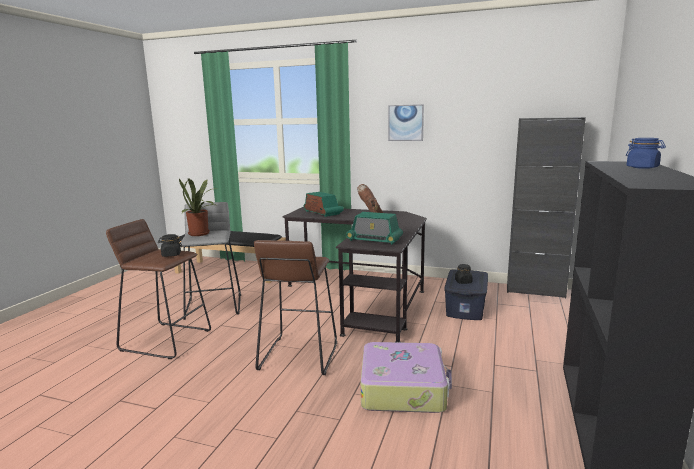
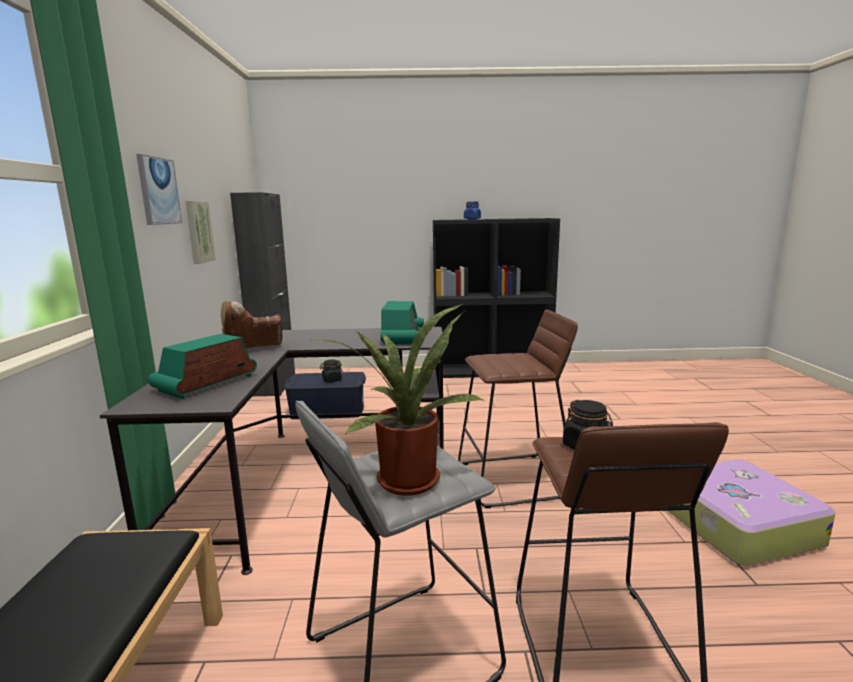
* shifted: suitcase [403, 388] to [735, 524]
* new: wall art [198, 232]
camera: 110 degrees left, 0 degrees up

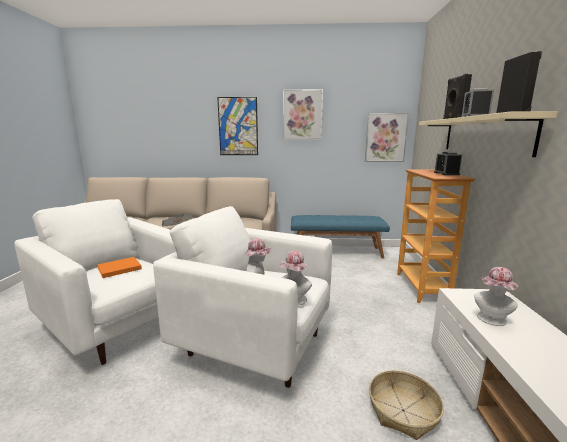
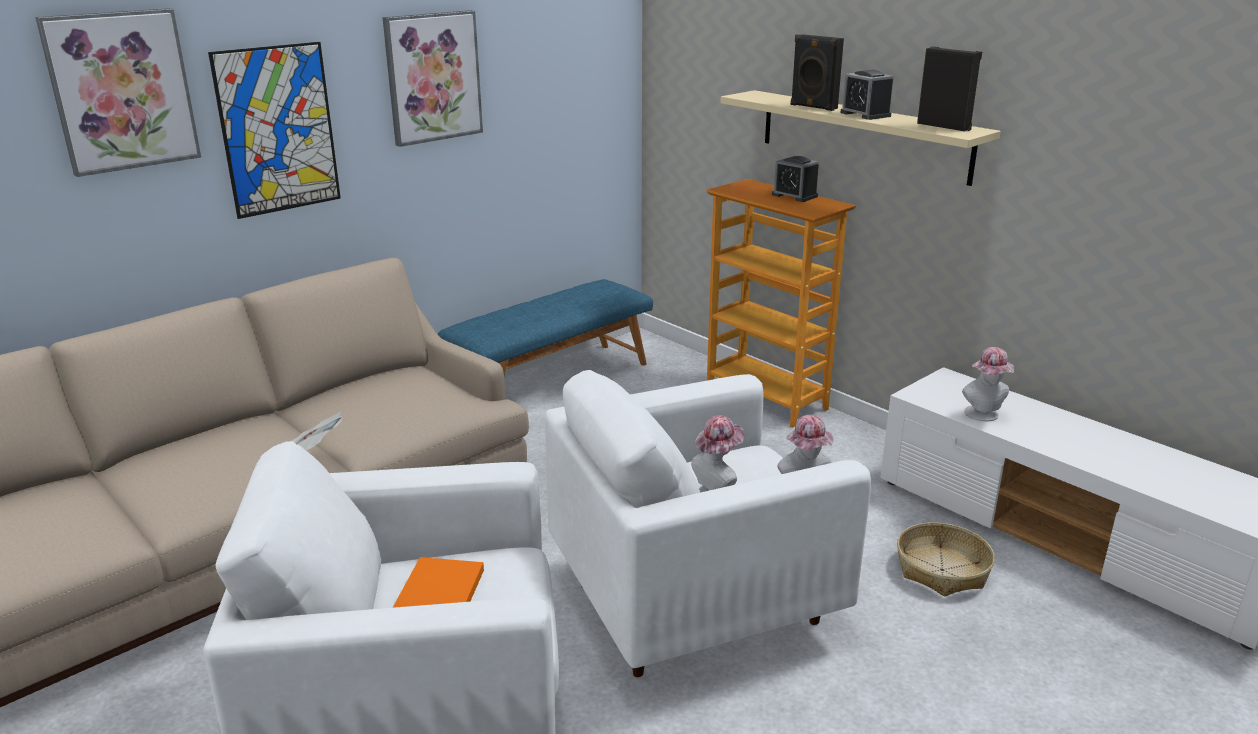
* shifted: wall art [385, 137] to [122, 91]
camera: 45 degrees left, 10 degrees up

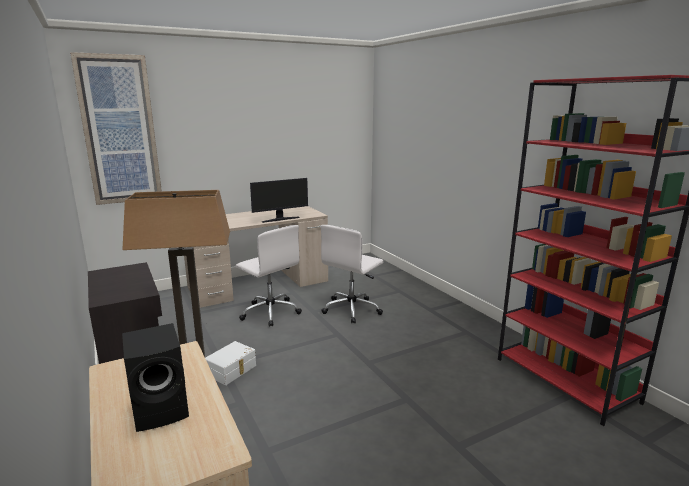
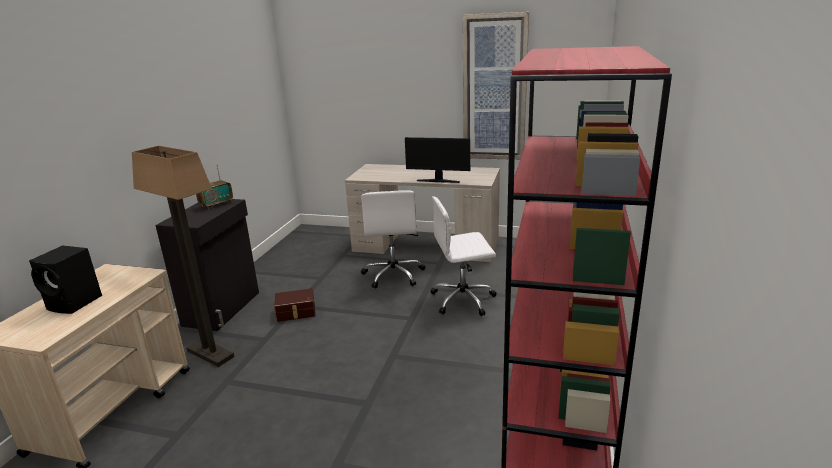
* shifted: wall art [119, 131] to [494, 89]
* repainted: storage box (white-coloured) [232, 370] to storage box (brown-coloured) [296, 312]
* new: radio receiver [216, 204]
camera: 45 degrees right, 5 degrees up

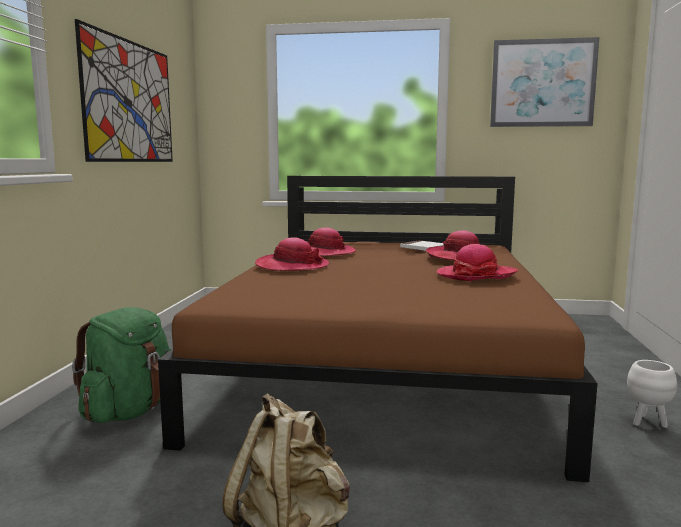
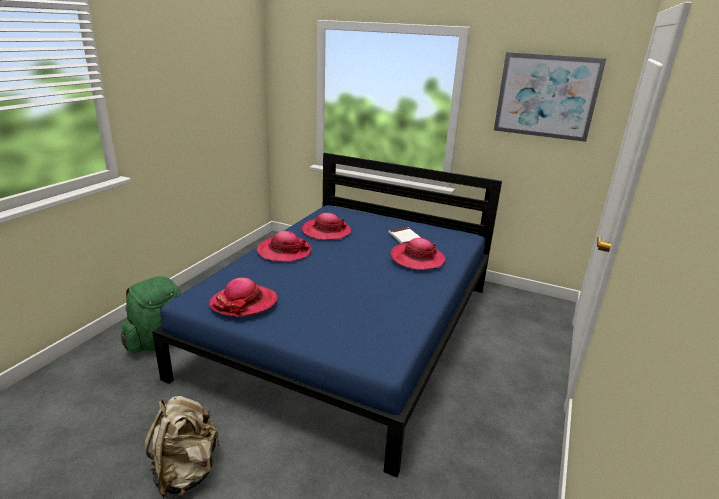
* gone: wall art [130, 102]
* repainted: sleeping bed (brown-coloured) [386, 364] to sleeping bed (blue) [349, 328]
* shifted: wearable hat [476, 275] to [244, 303]
* gone: planter (white-coloured) [648, 422]
camera: 15 degrees right, 15 degrees up

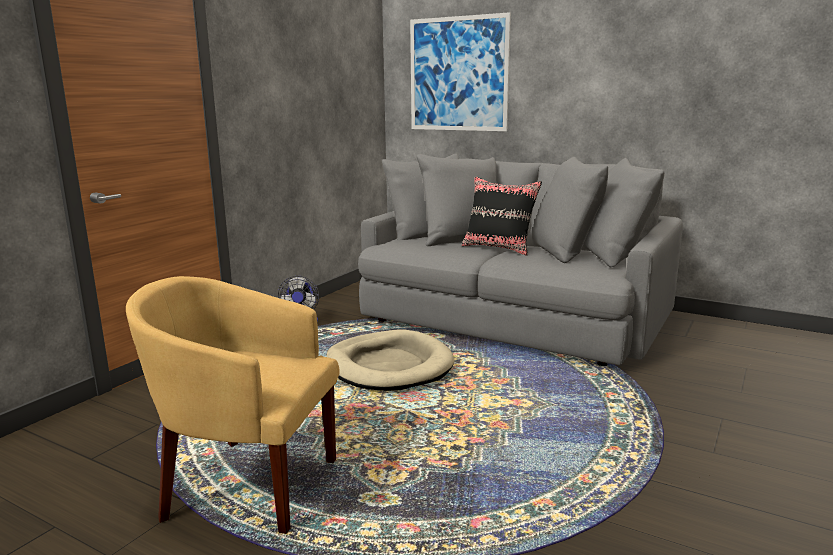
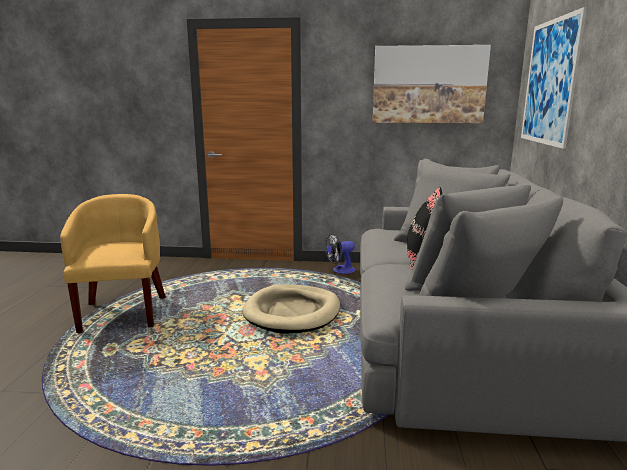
* new: wall art [429, 85]
camera: 65 degrees right, 0 degrees up

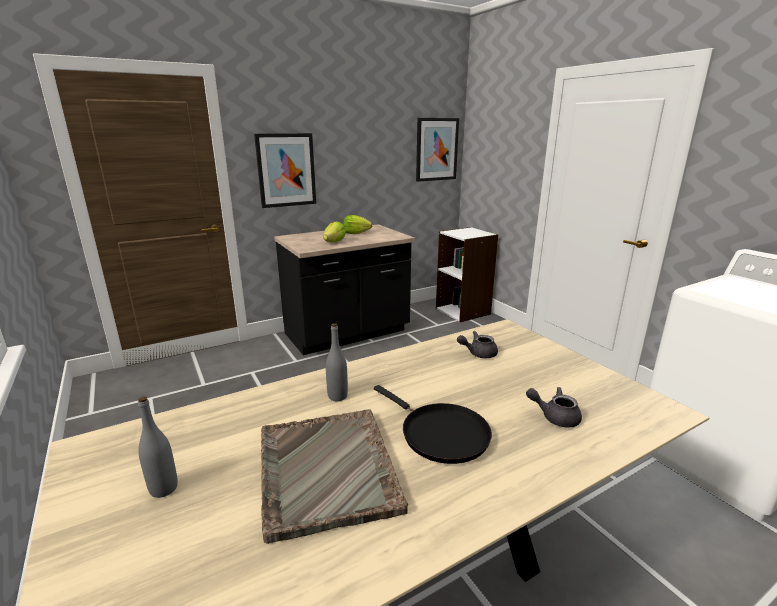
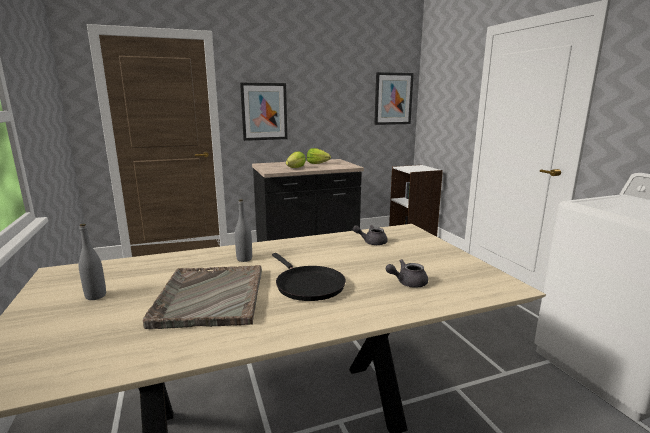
* rotated: teapot (gray) [554, 417] = [407, 283] 45 degrees counterclockwise
camera: 10 degrees right, 5 degrees down

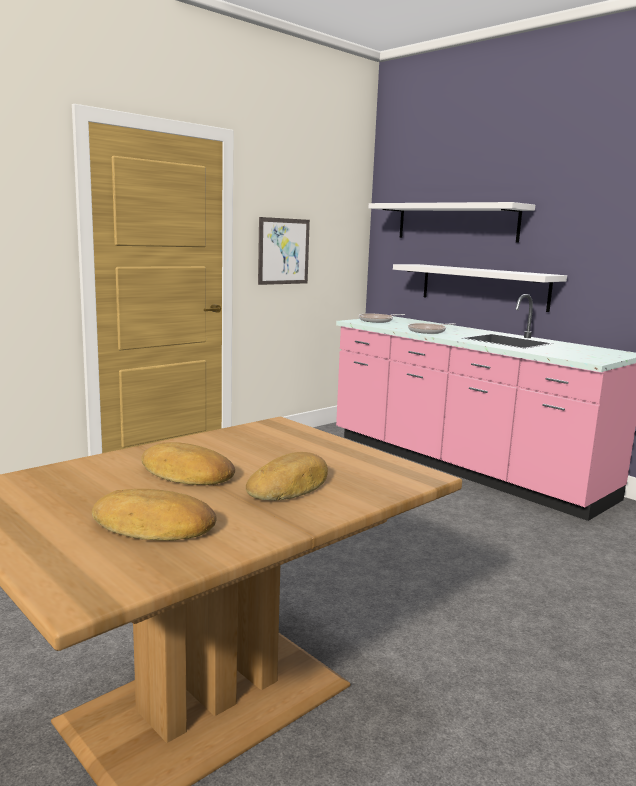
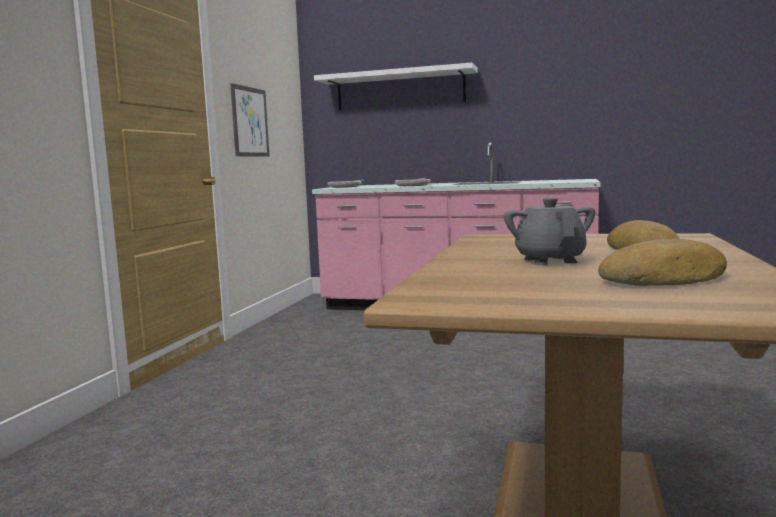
* swapped: bakery bread [186, 474] to teapot (gray) [549, 260]
* gone: wall shelf (white-coloured) [483, 286]
camera: 30 degrees left, 5 degrees down

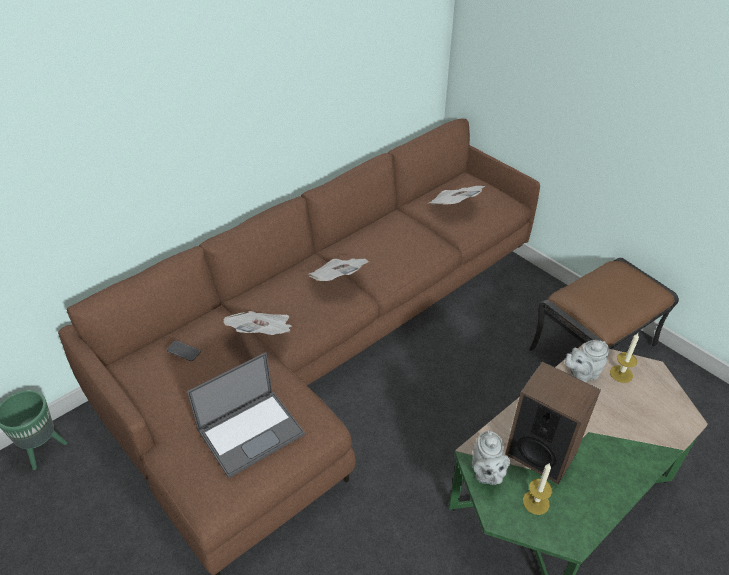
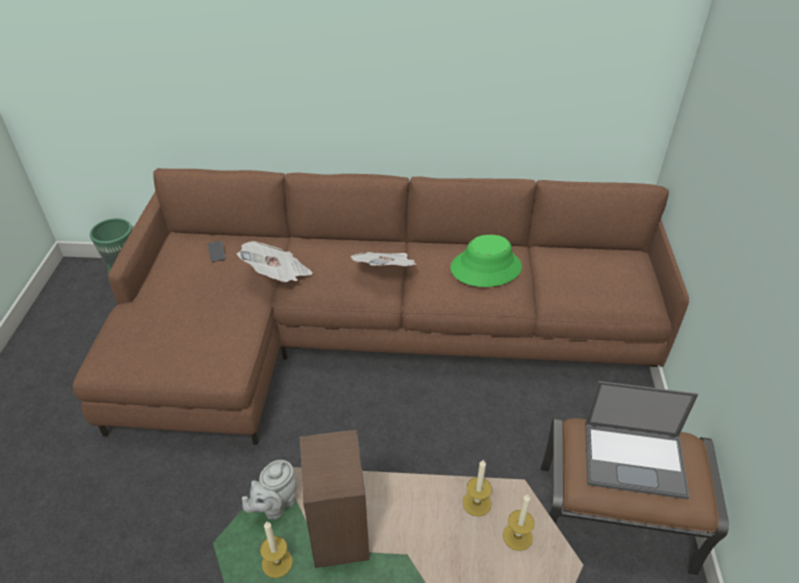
* shifted: notebook computer [252, 431] to [635, 459]
* gone: daily paper [454, 206]
* swapped: teapot (gray) [581, 374] to candle [476, 503]
* new: wearable hat (greenish) [485, 268]
camera: 45 degrees right, 0 degrees up

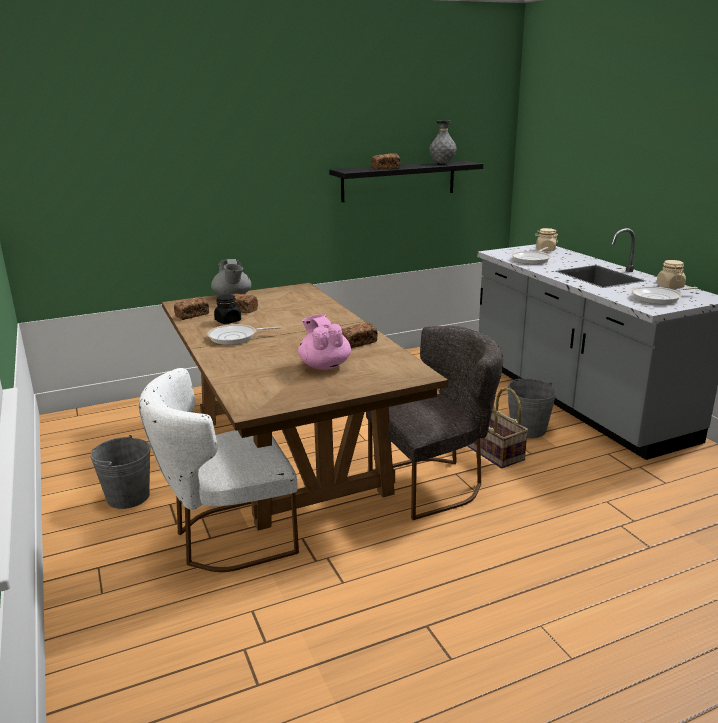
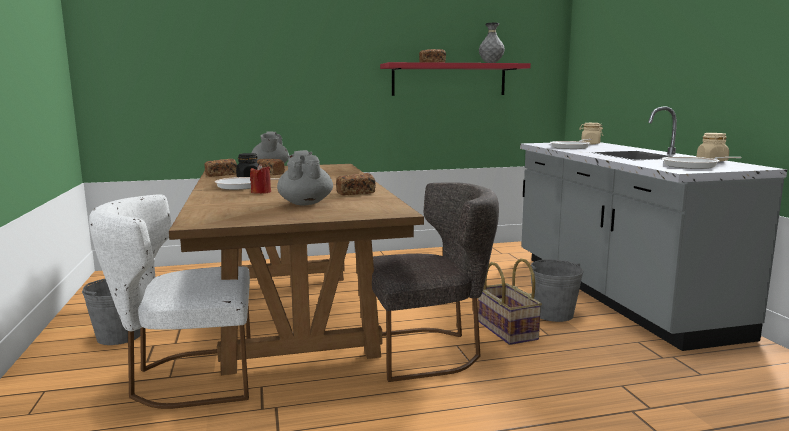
* repainted: teapot (pinkish) [324, 365] to teapot (gray) [305, 203]
* repainted: wall shelf (blackish) [398, 181] to wall shelf (reddish) [449, 80]
* new: candle (reddish) [261, 192]
camera: 10 degrees right, 10 degrees down

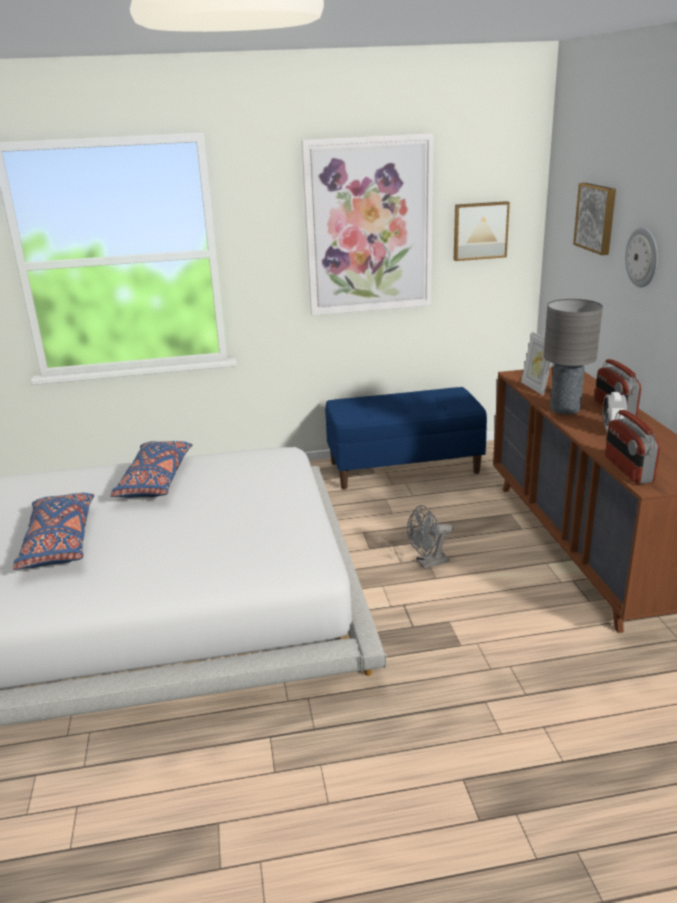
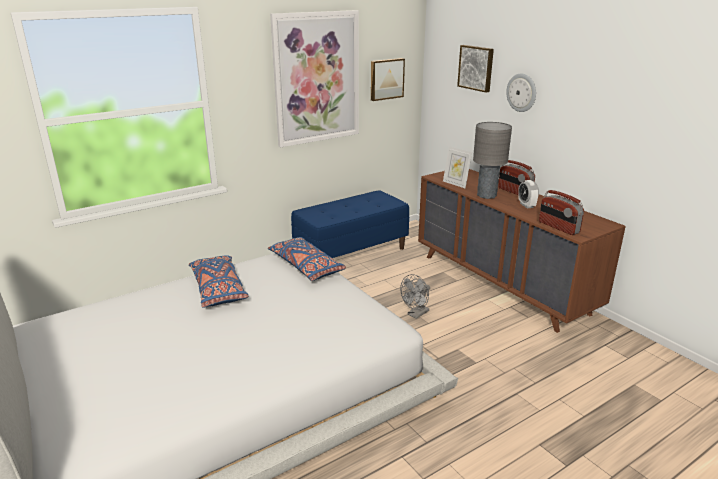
* shifted: throw pillow (blue) [59, 542] to [306, 267]
camera: 25 degrees left, 0 degrees up

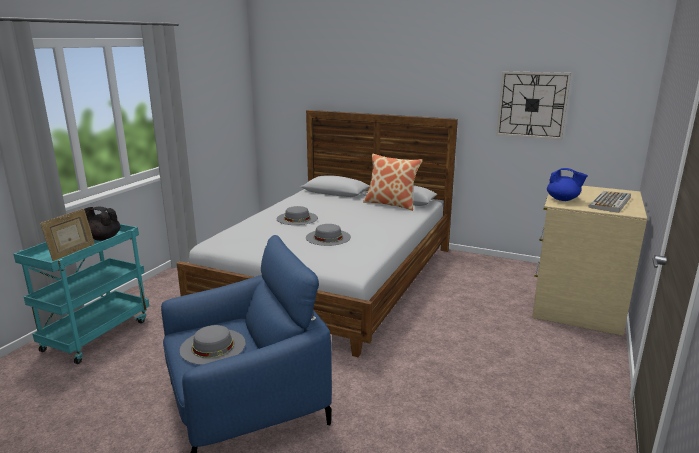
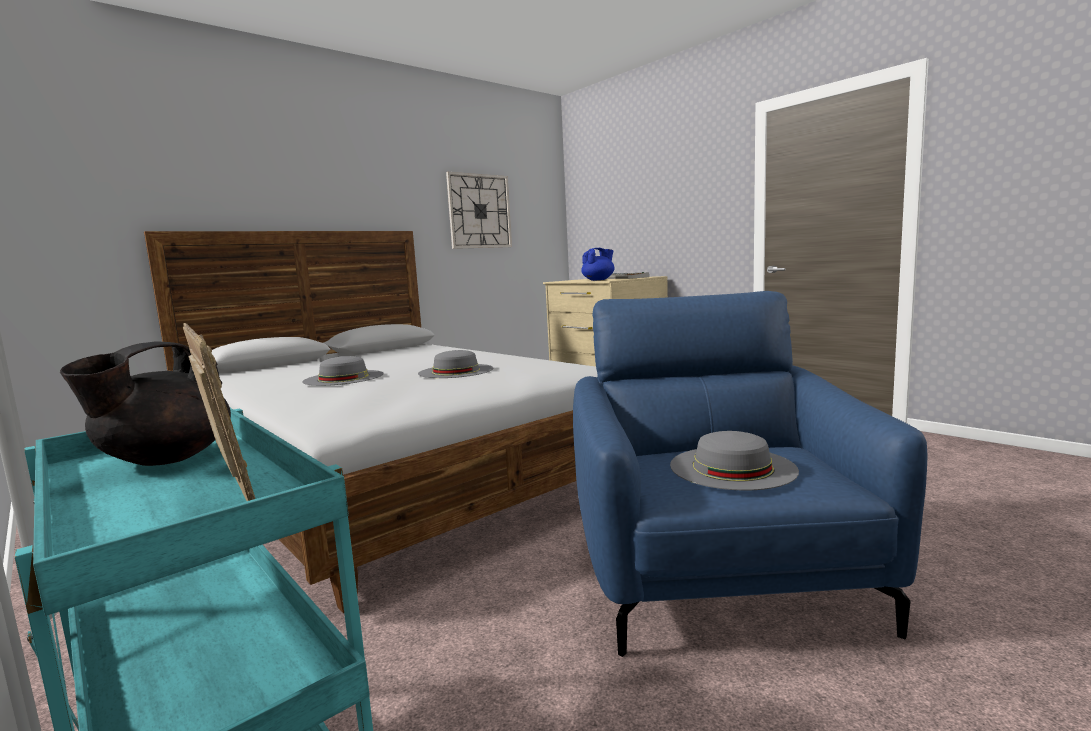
* gone: throw pillow [391, 204]
camera: 65 degrees left, 10 degrees down

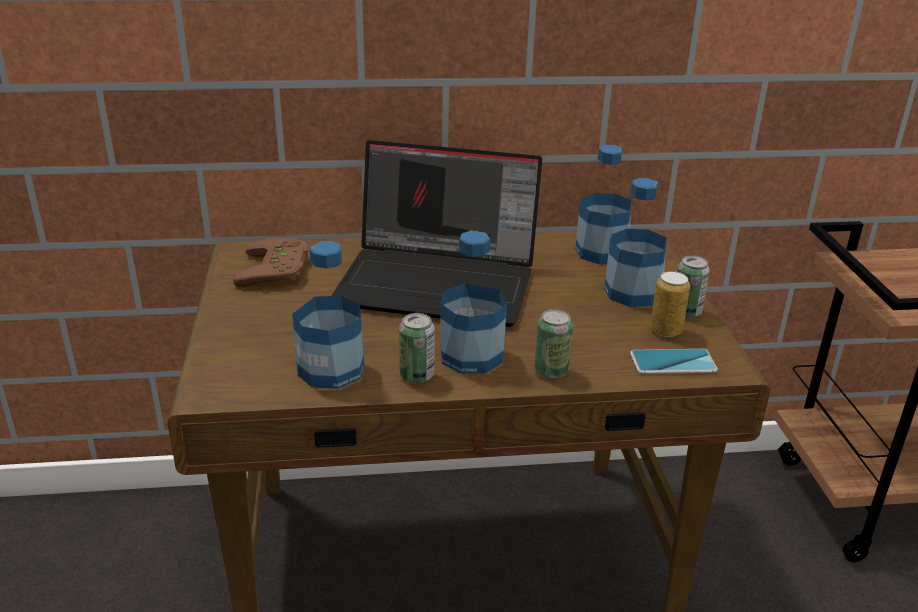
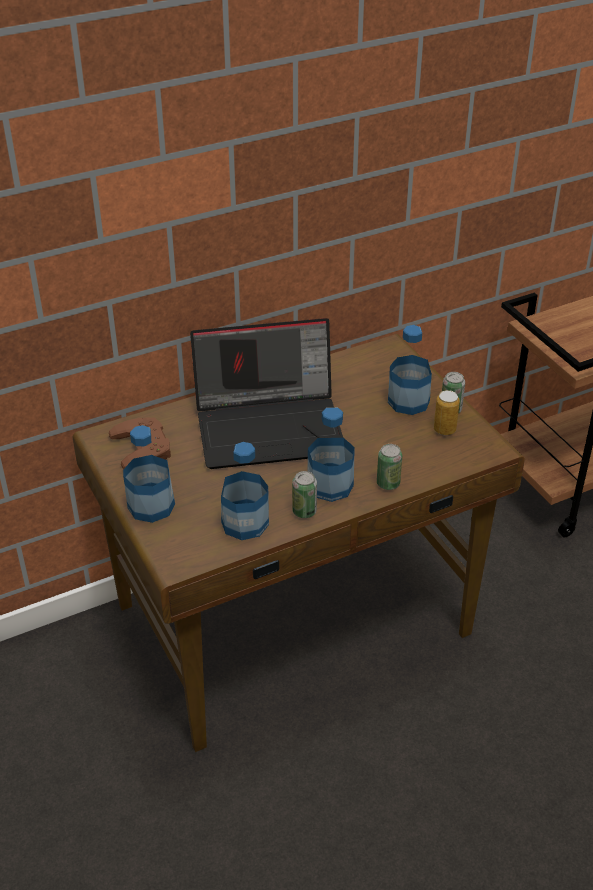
* shifted: drink bottle [601, 252] to [151, 506]
* gone: phone [673, 363]
camera: 20 degrees left, 10 degrees up

